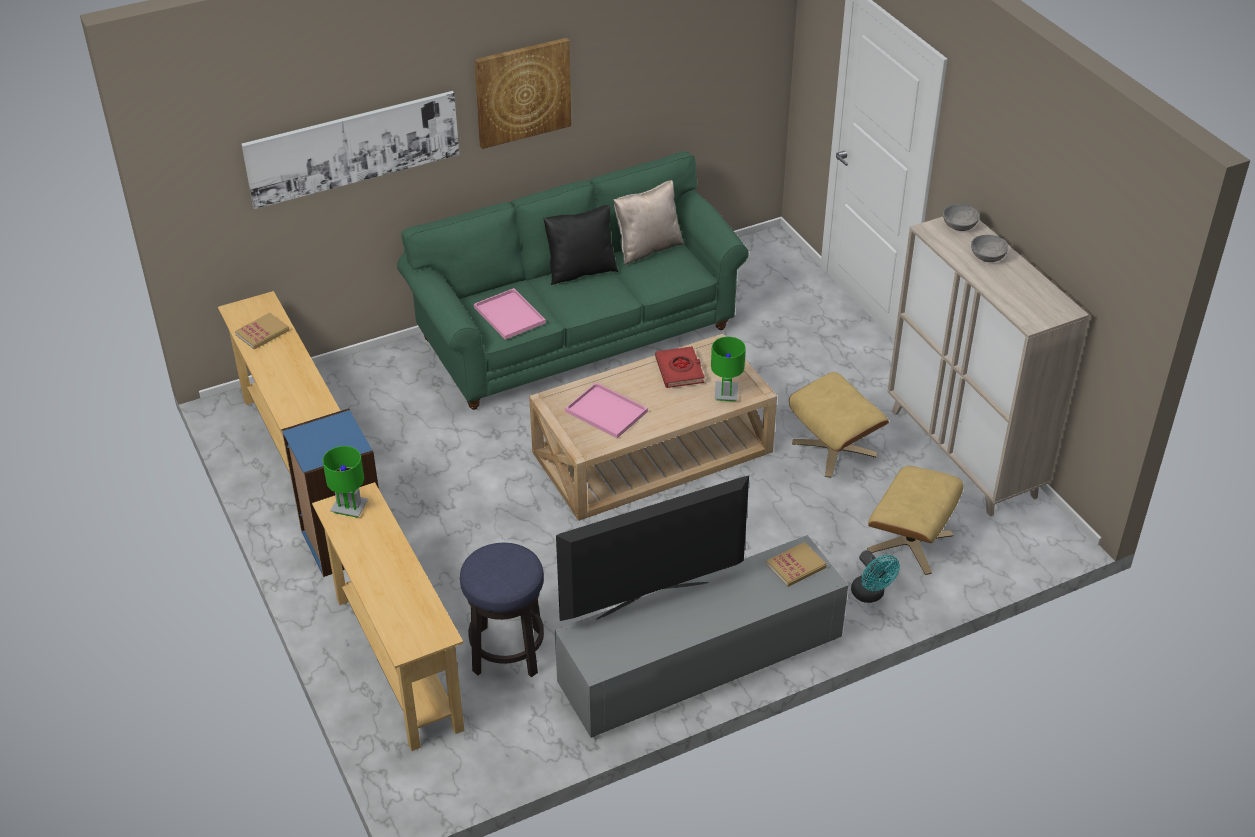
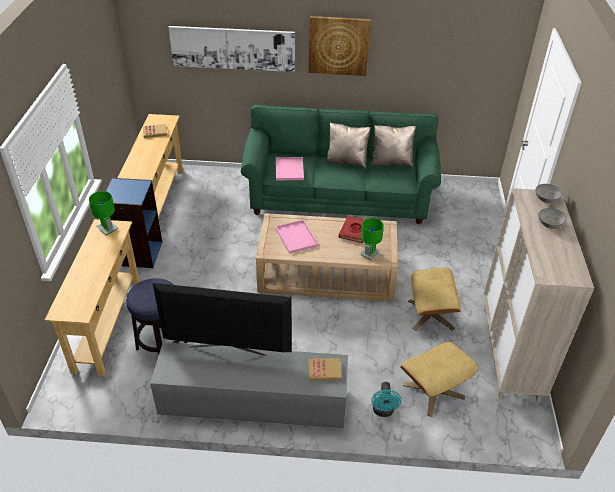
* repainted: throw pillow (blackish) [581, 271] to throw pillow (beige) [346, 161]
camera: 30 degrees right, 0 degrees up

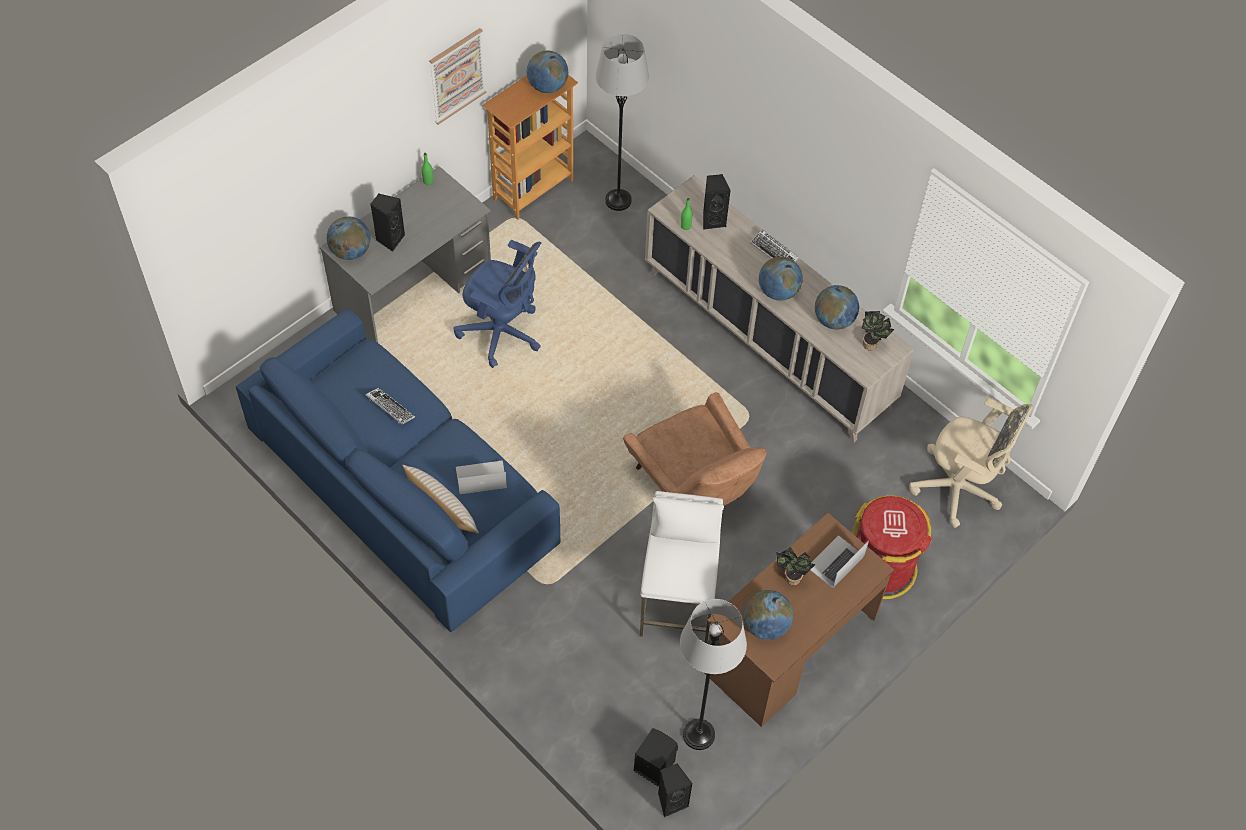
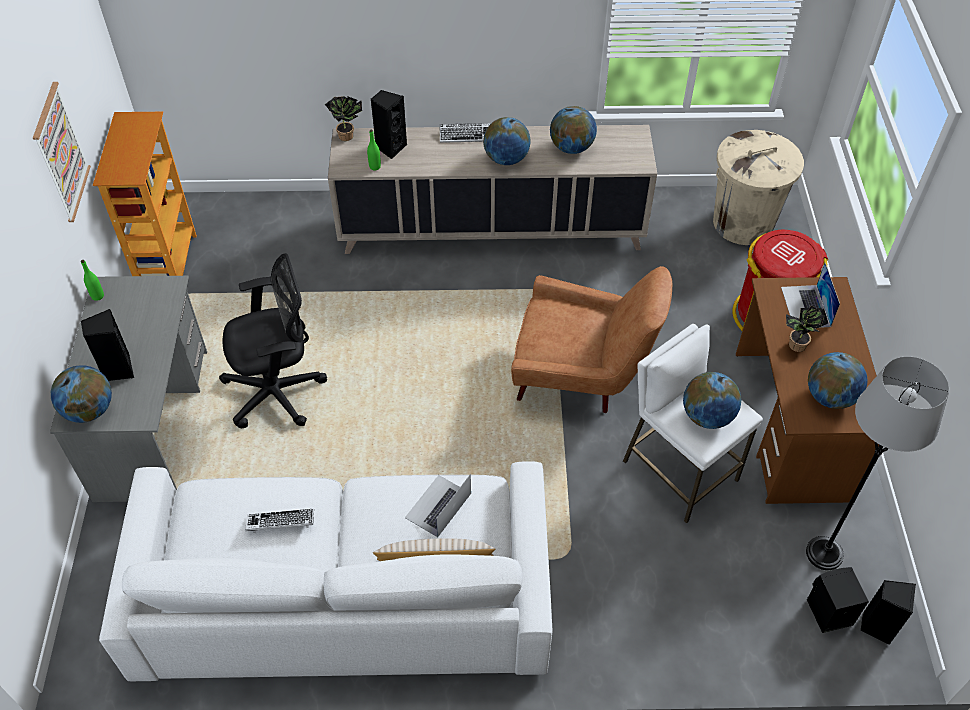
* repainted: couch (blue) [403, 485] to couch (white-coloured) [344, 591]
* repainted: office chair (blue) [502, 333] to office chair (blackish) [279, 392]
* shifted: world globe [547, 86] to [707, 416]
* gone: standard lamp (gray) [618, 200]
* shifted: plant in a pot [872, 345] to [348, 135]
* swapped: office chair (beige) [958, 489] to trash can (beige) [743, 223]
camera: 45 degrees left, 5 degrees down

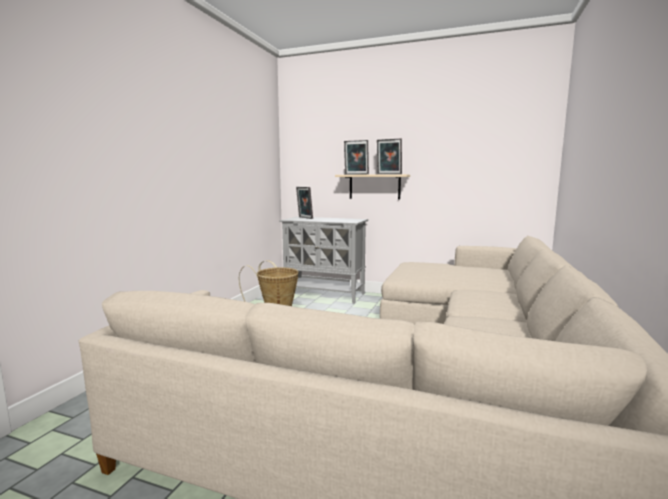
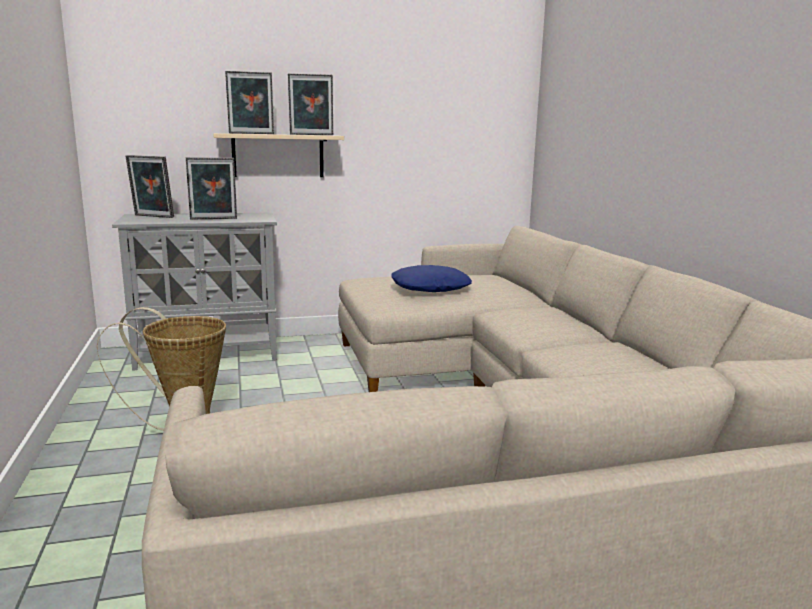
* new: photo frame [213, 219]
* new: throw pillow (blue) [430, 288]
camera: 35 degrees left, 5 degrees up

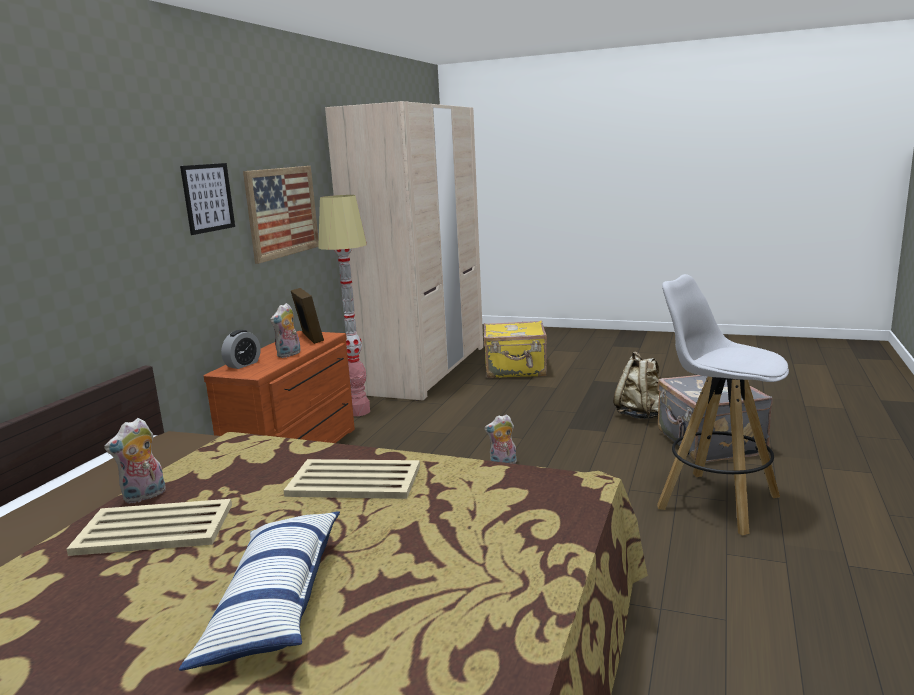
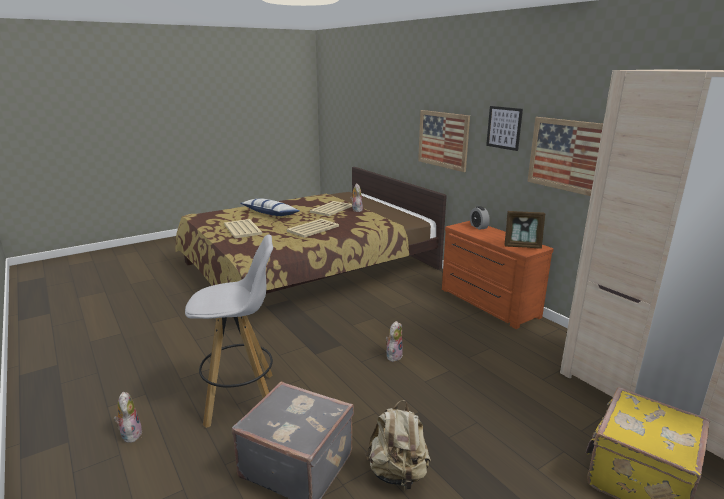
* shifted: cuddly toy [289, 354] to [130, 434]
* gone: standard lamp [358, 412]
* new: carrying tray (beige) [242, 229]
* new: wall art [443, 139]
camera: 125 degrees right, 5 degrees up

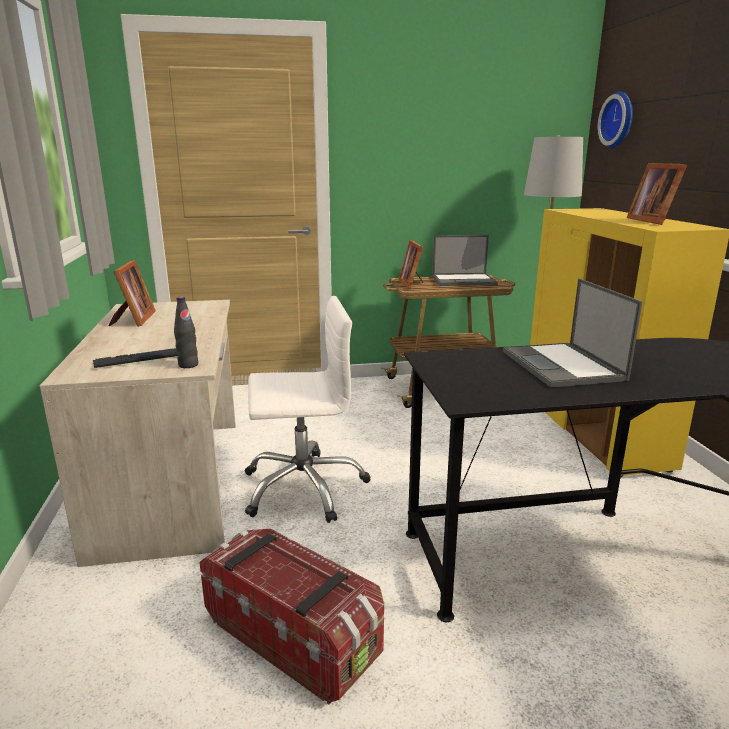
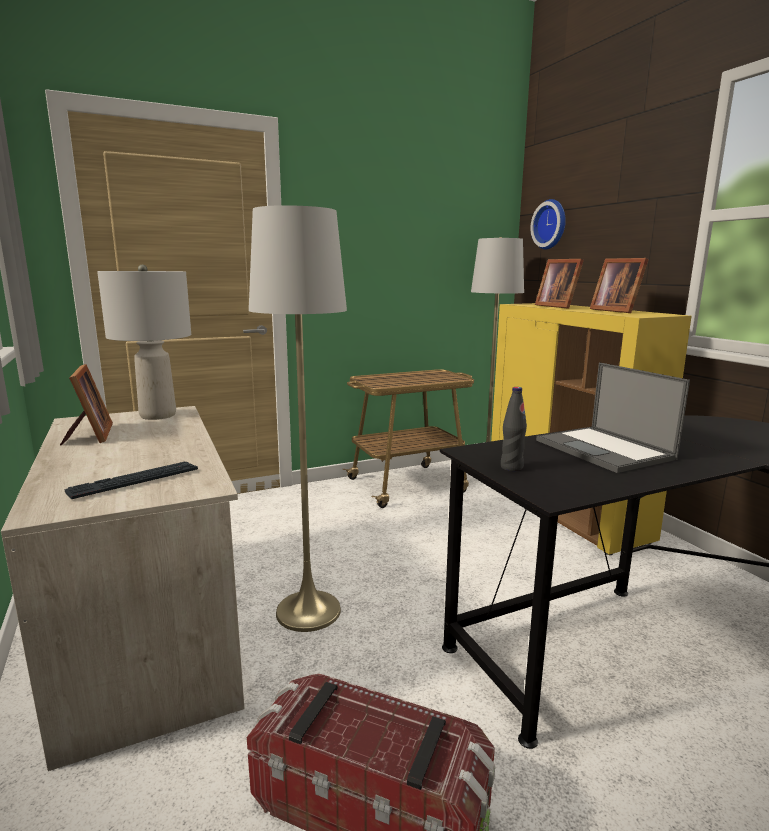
* shifted: drink bottle (blackish) [188, 365] to [511, 467]
* swapped: office chair (white-coloured) [303, 487] to standard lamp (gray) [308, 611]
* shifted: photo frame [412, 284] to [557, 306]
* gone: notebook computer [464, 280]
* new: tabletop lamp (gray) [157, 415]
camera: 15 degrees left, 5 degrees down

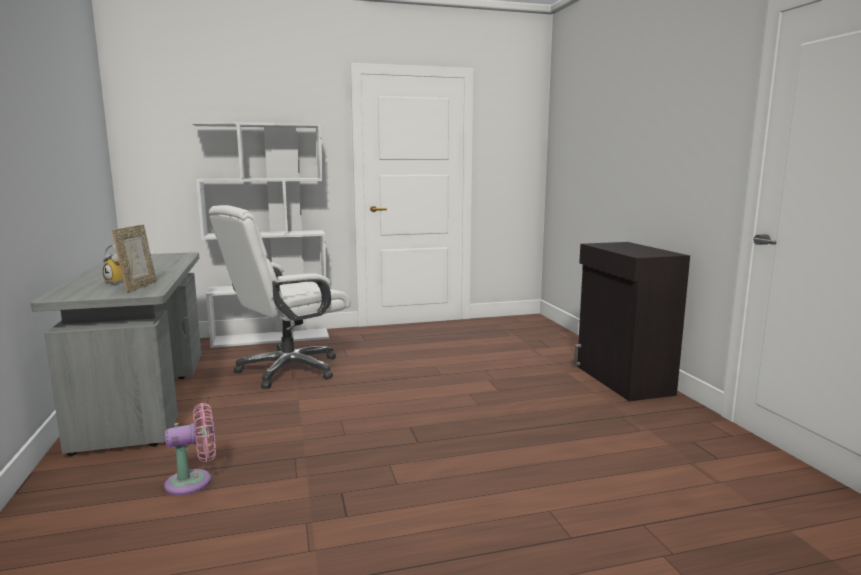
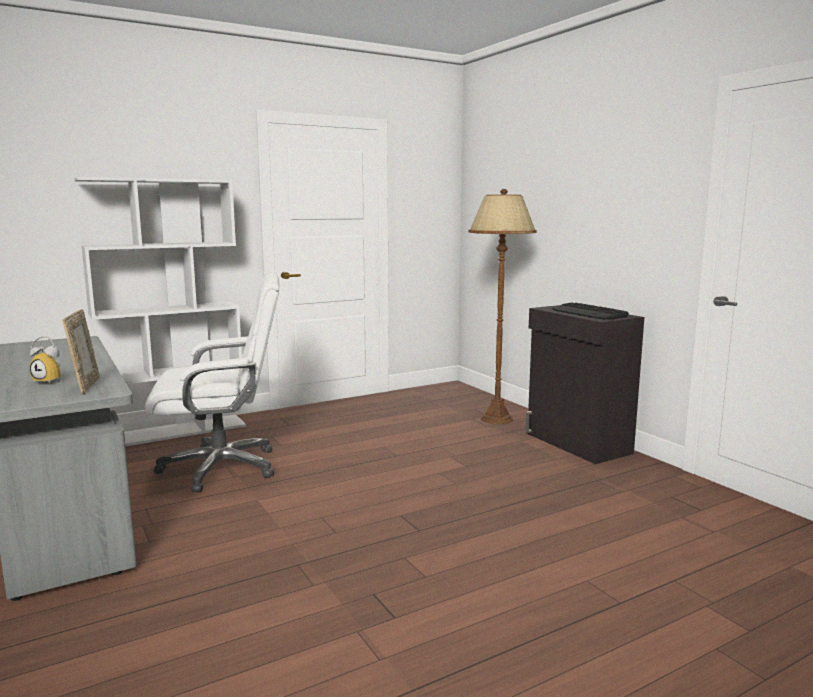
* gone: fan (pinkish) [194, 482]
* rotated: office chair (white-coloured) [288, 370] = [222, 467] 135 degrees counterclockwise
* new: standard lamp (brown-coloured) [497, 419]
* new: computer keyboard [589, 313]
camera: 15 degrees left, 0 degrees up

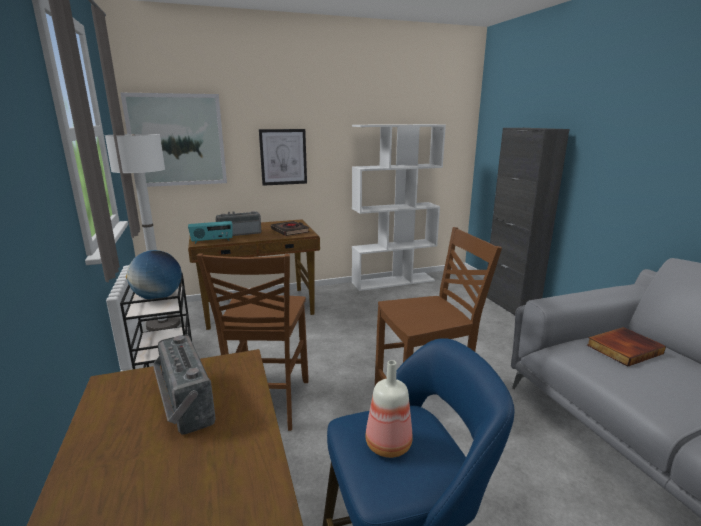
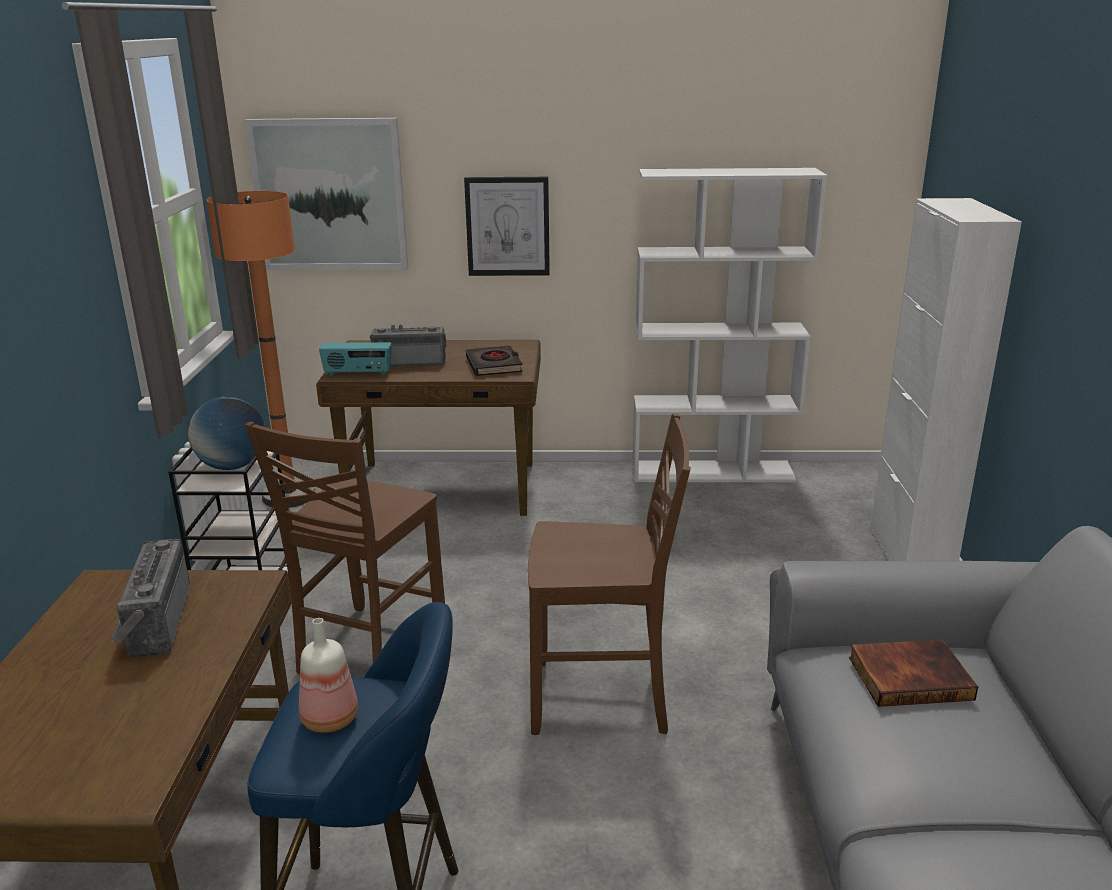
* repainted: standard lamp (white-coloured) [163, 324] to standard lamp (orangey) [289, 496]
* repainted: cupboard (blackish) [510, 305] to cupboard (white-coloured) [909, 556]
camera: 20 degrees right, 5 degrees up

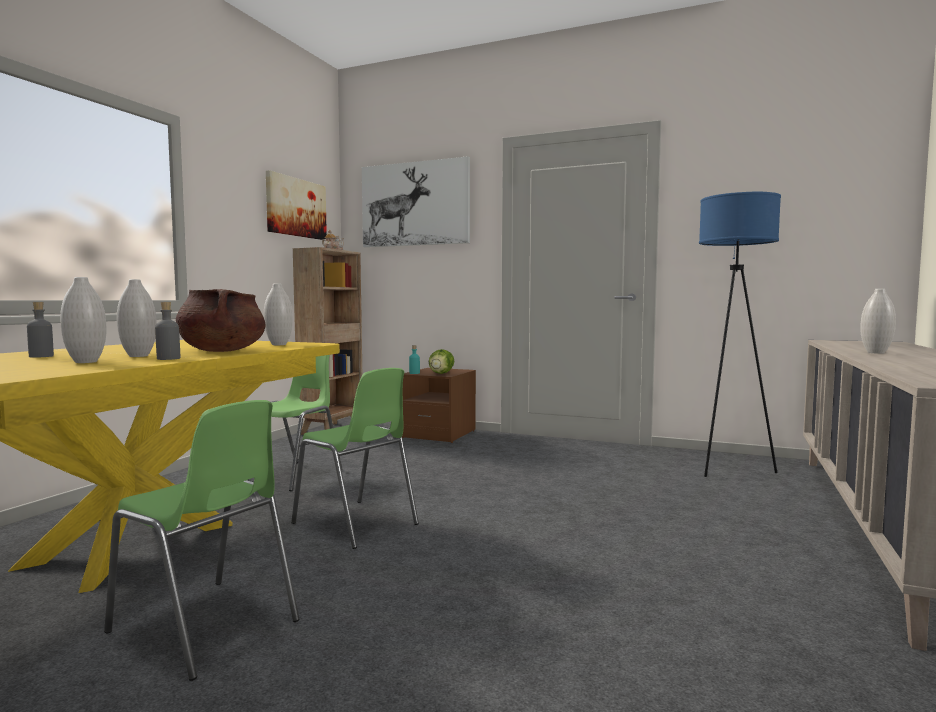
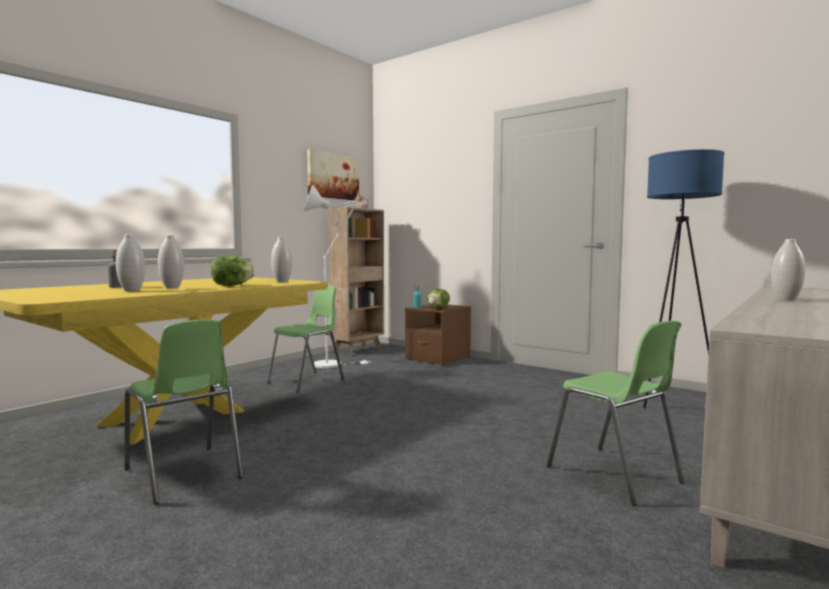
* gone: drink bottle (gray) [168, 358]
* swapped: saucepot (brown-coloured) [222, 351] to lettuce head [232, 286]
* shifted: plain chair (greenish) [356, 524] to [614, 475]
* gone: wall art [415, 204]
* new: standard lamp (white-coloured) [332, 364]
camera: 15 degrees right, 0 degrees up

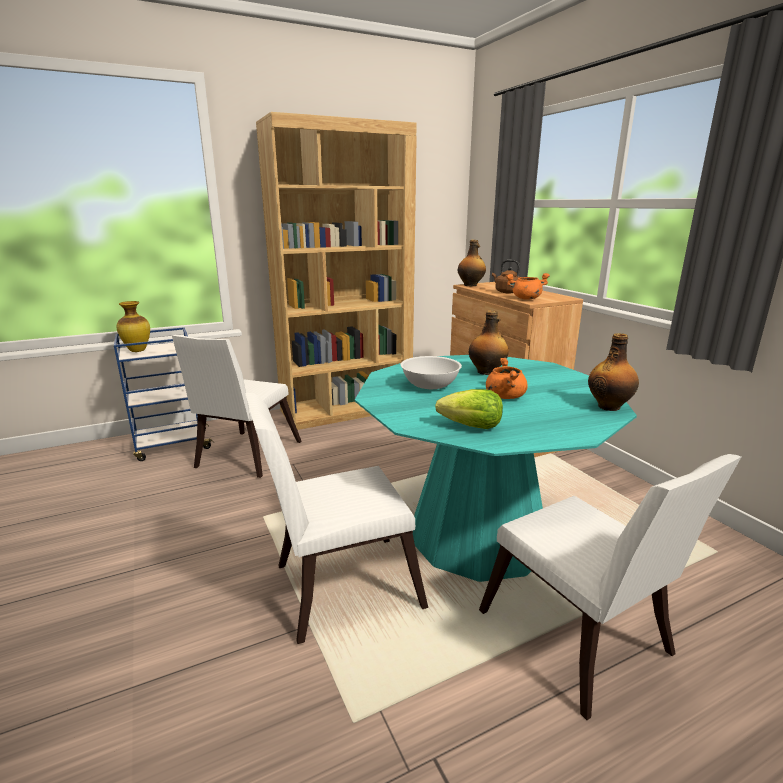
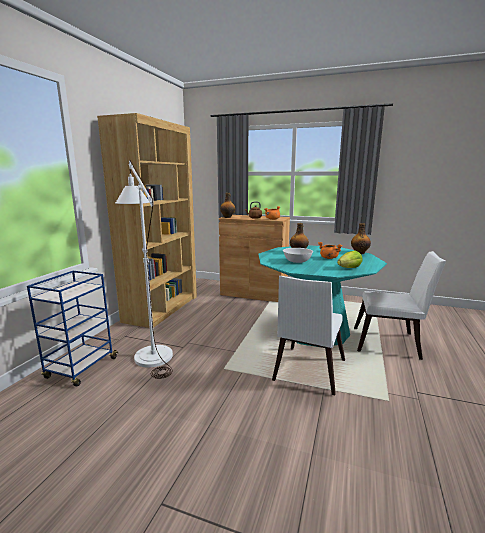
* gone: flower vase [138, 351]
* swapped: plain chair (white-coloured) [244, 457] to standard lamp (white-coloured) [151, 351]
camera: 45 degrees left, 5 degrees down

